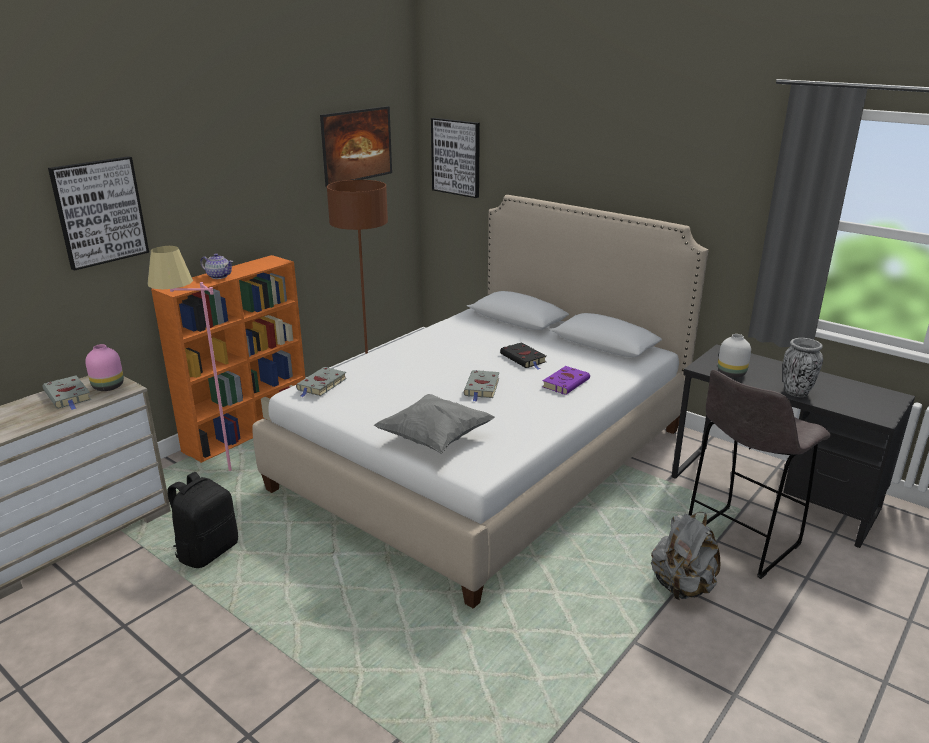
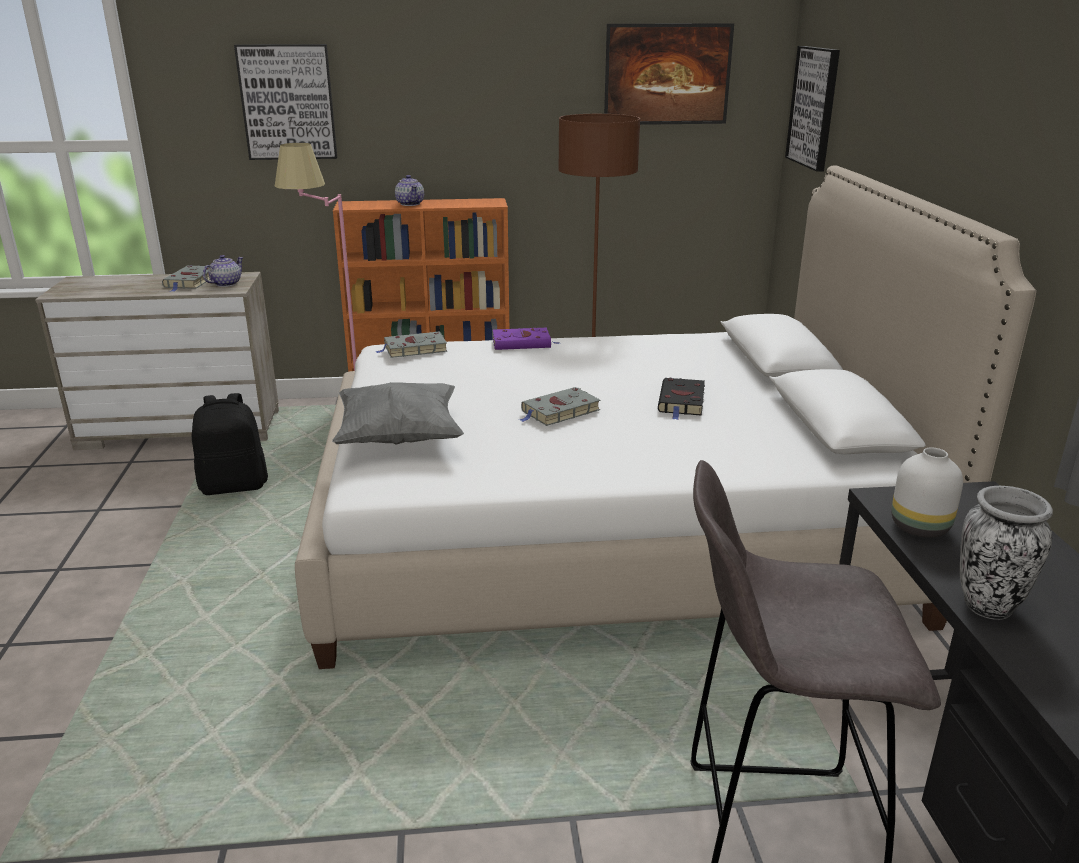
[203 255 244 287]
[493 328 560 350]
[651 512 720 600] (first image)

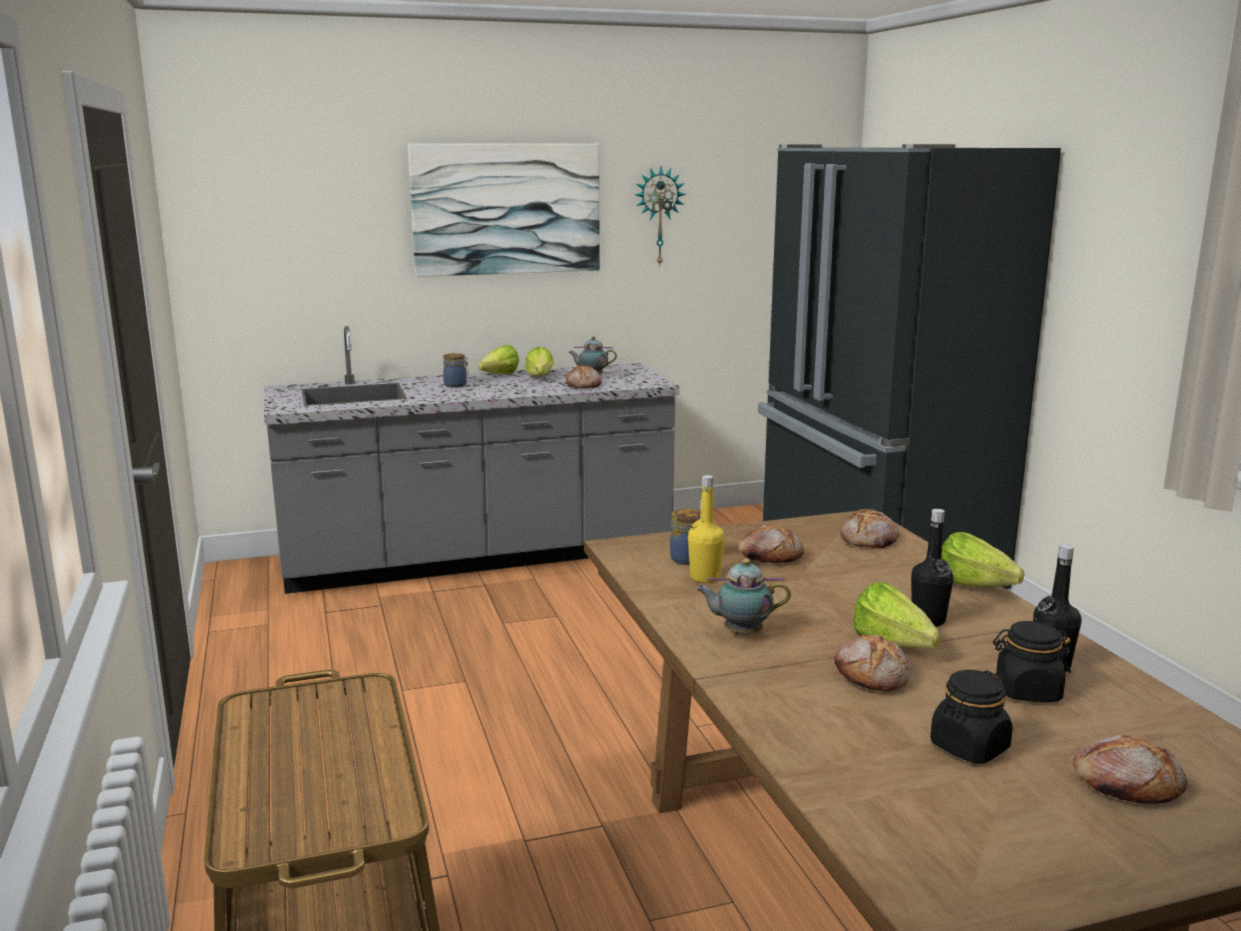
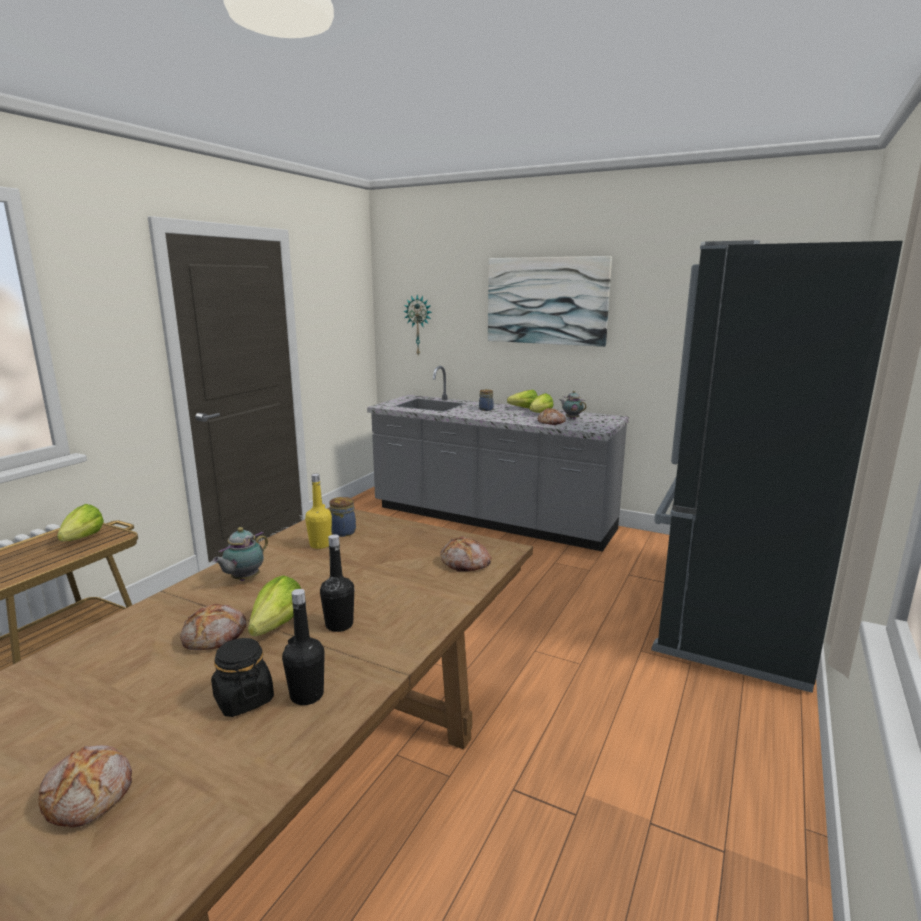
[57 504 104 541]
[212 527 268 581]
[403 295 432 356]
[738 525 804 563] (first image)
[930 670 1013 764] (first image)

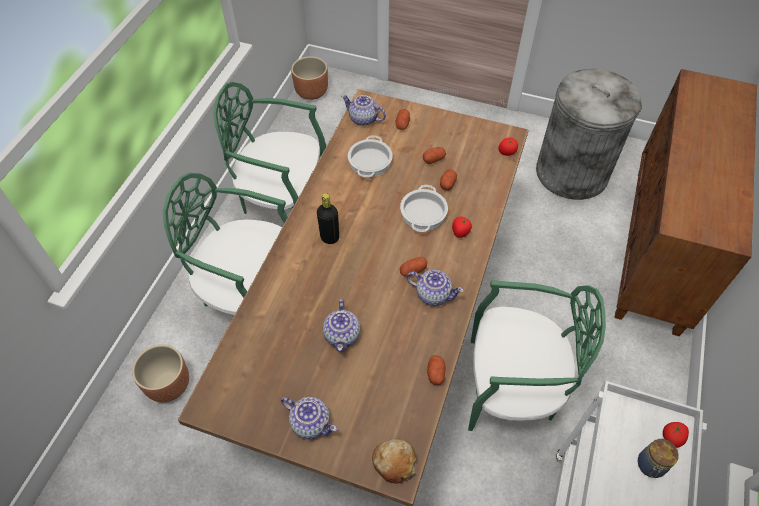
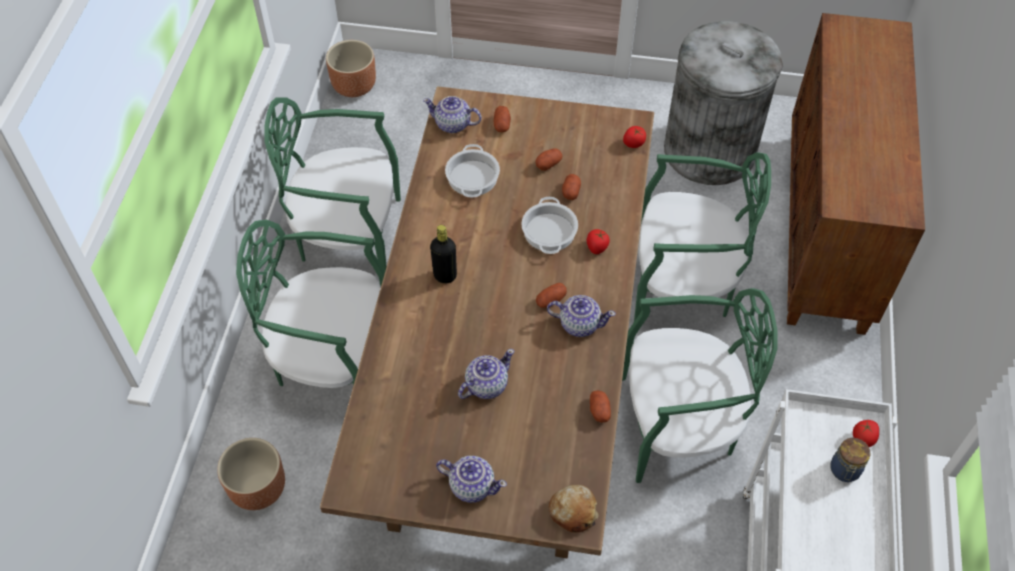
[458 349 514 399]
[634 153 771 321]

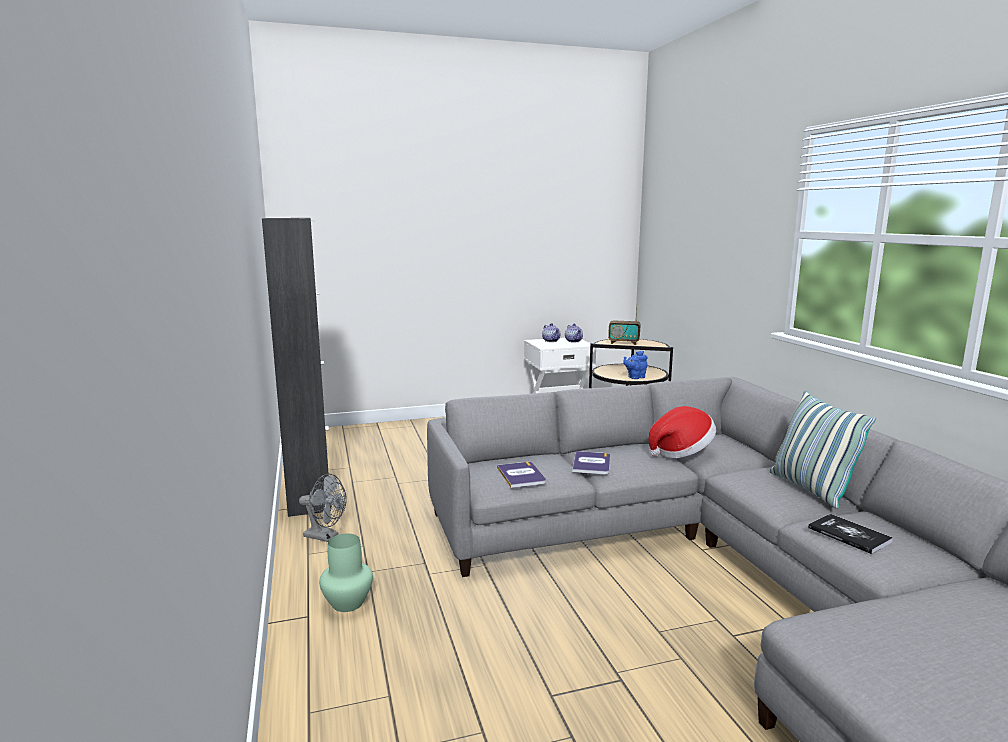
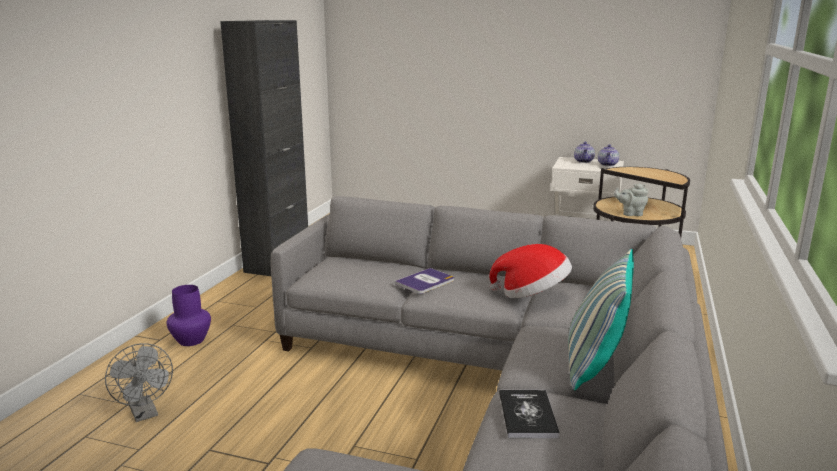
[105 343 173 422]
[167 285 211 346]
[614 184 649 216]
[497 462 546 488] (first image)
[608 304 640 345] (first image)

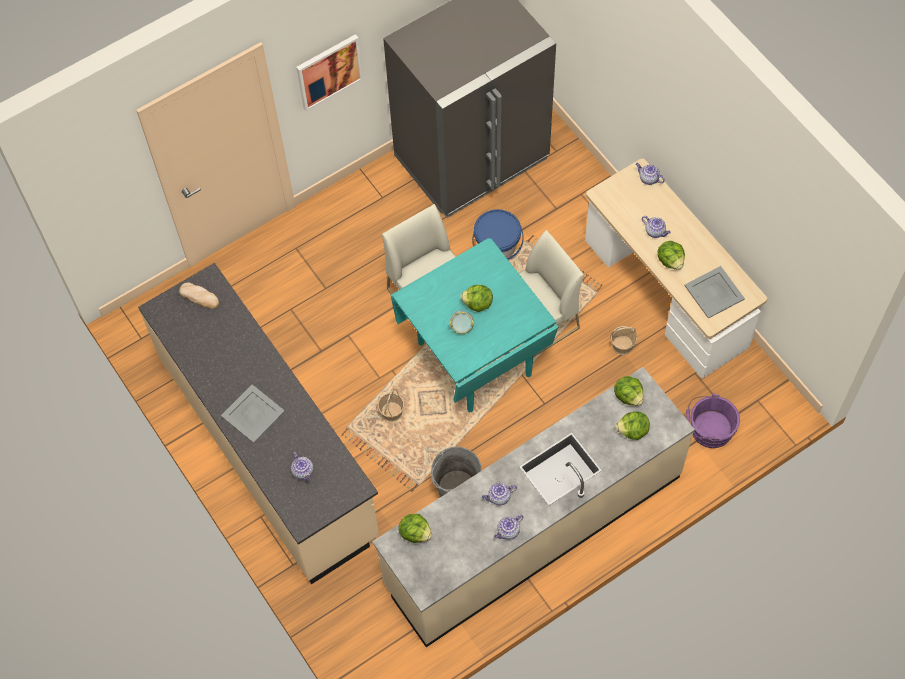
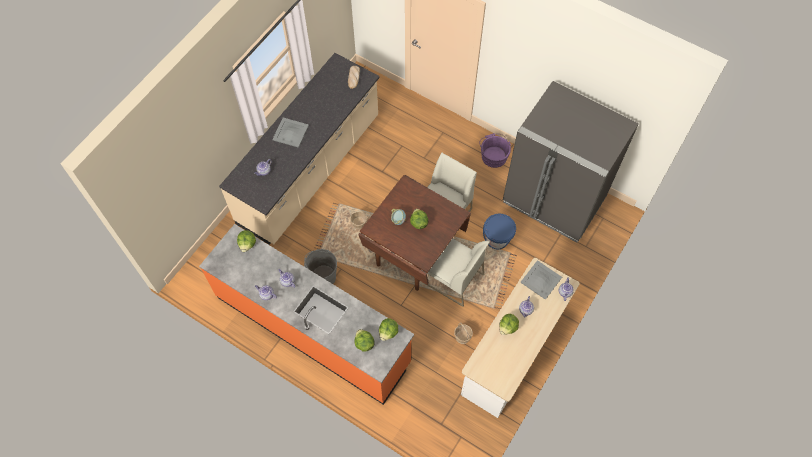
[199 224 414 405]
[358 175 471 291]
[479 133 511 168]
[520 260 562 300]
[296 34 363 111] (first image)

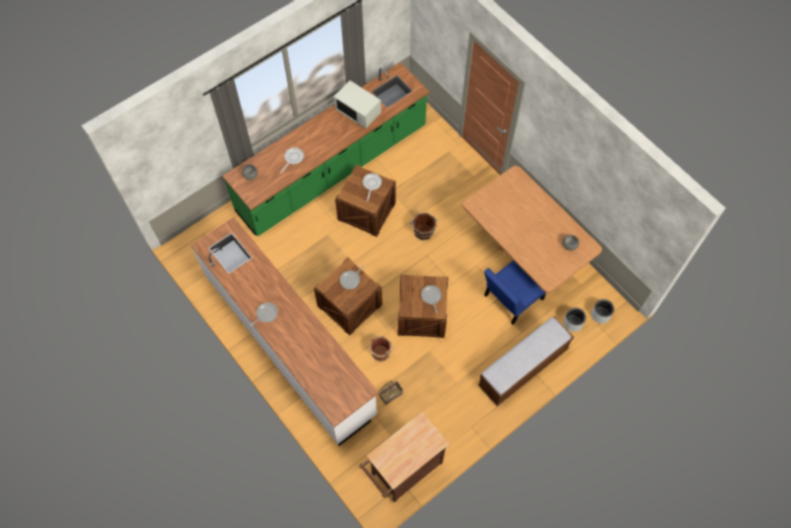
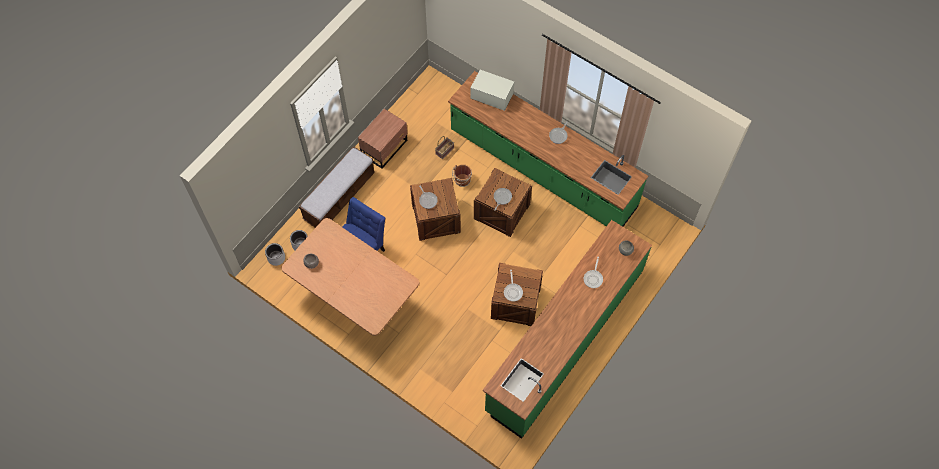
[358 109 408 169]
[448 71 648 226]
[471 70 514 111]
[360 412 449 502] (first image)
[410 213 438 241] (first image)

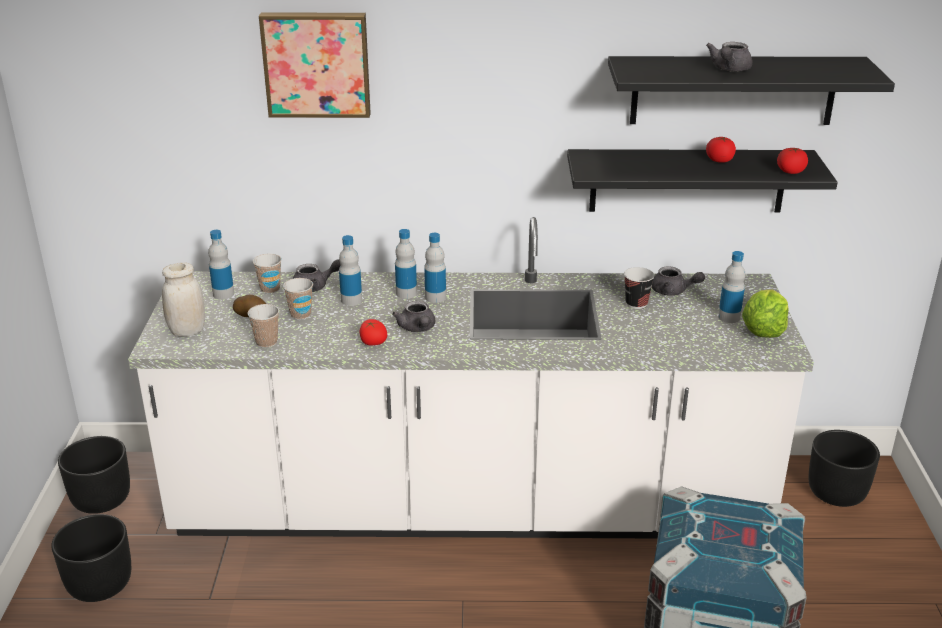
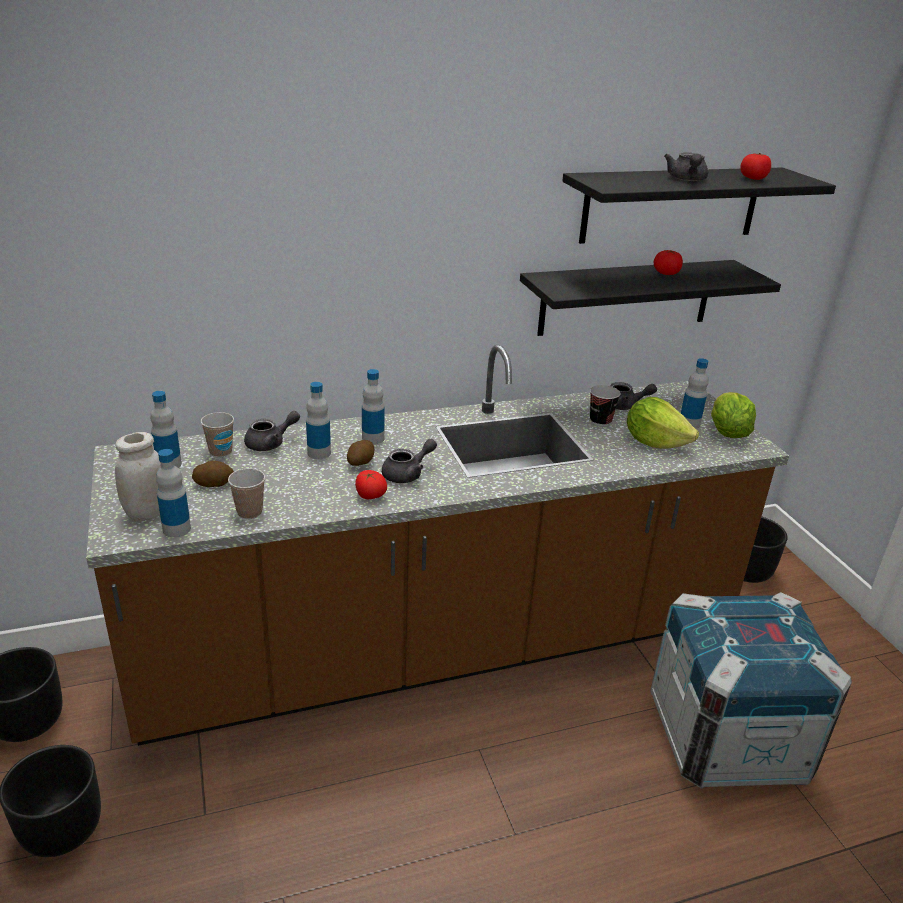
[86 345 789 746]
[156 449 191 538]
[347 440 374 466]
[382 439 437 483]
[627 397 699 449]
[740 153 771 180]
[259 13 371 118] (first image)
[283 278 313 320] (first image)

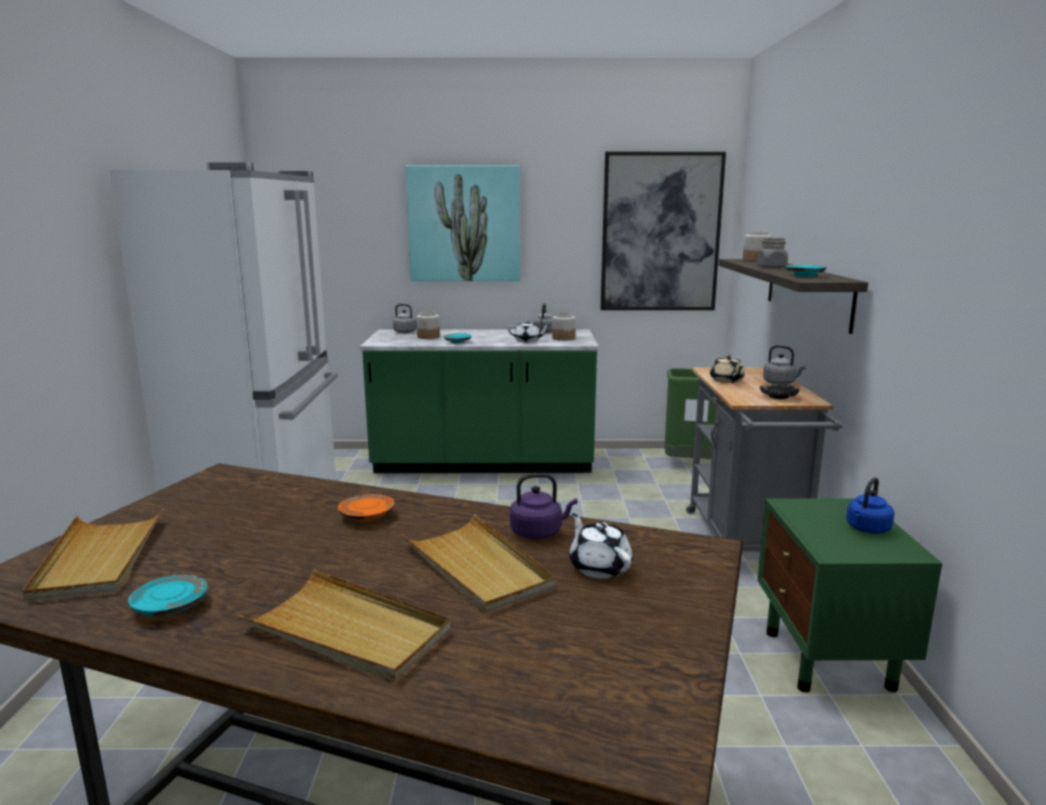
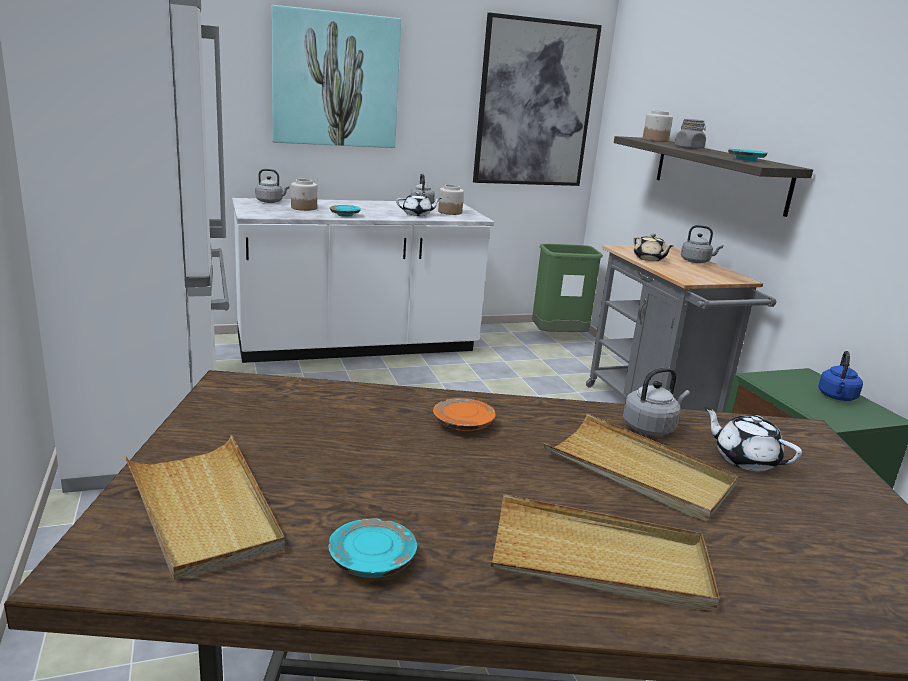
[232 198 494 363]
[623 367 690 436]
[760 384 799 399] (first image)

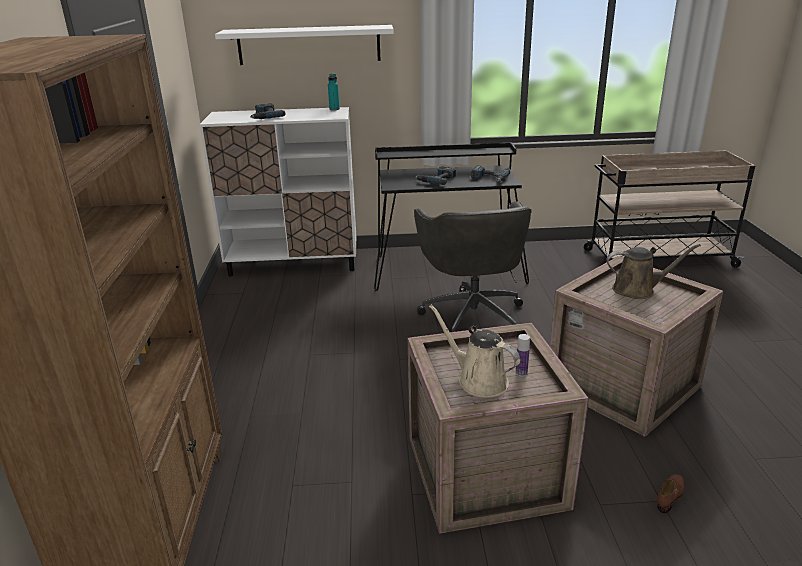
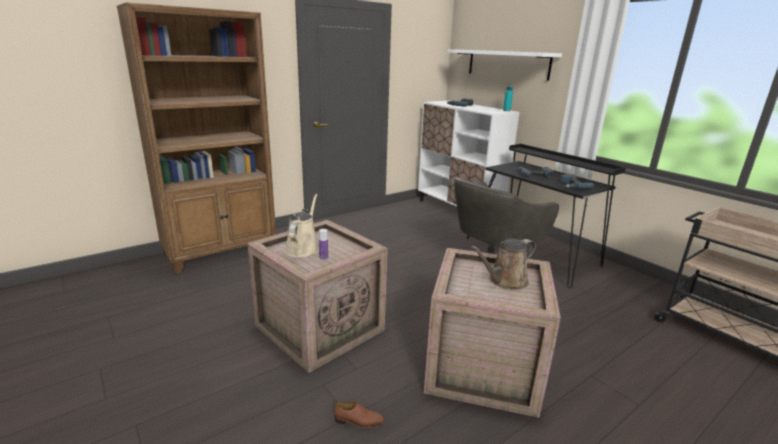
[471 239 536 289]

